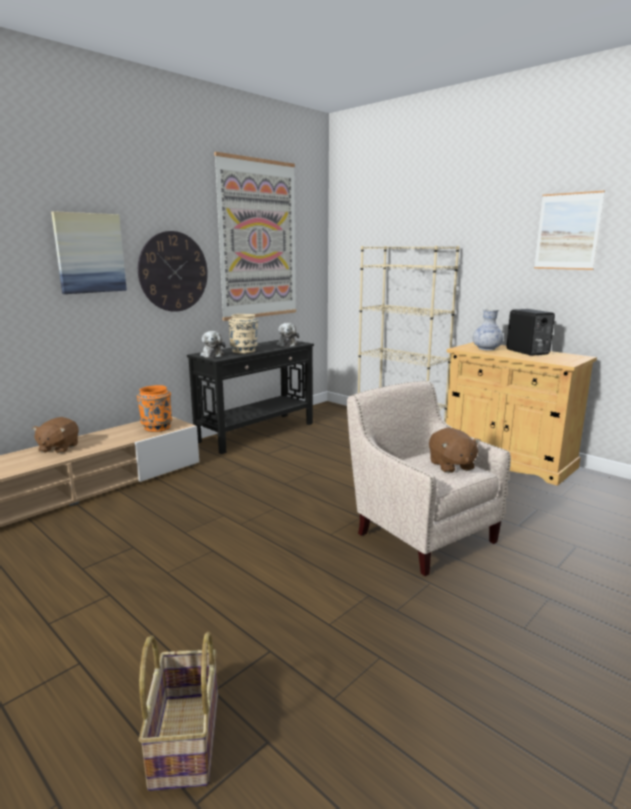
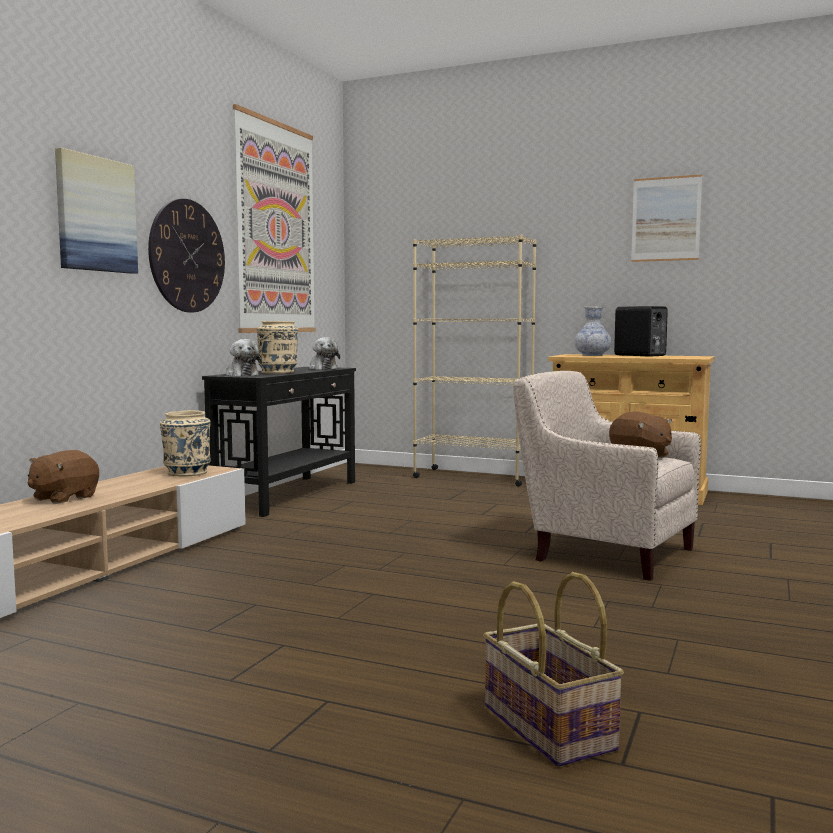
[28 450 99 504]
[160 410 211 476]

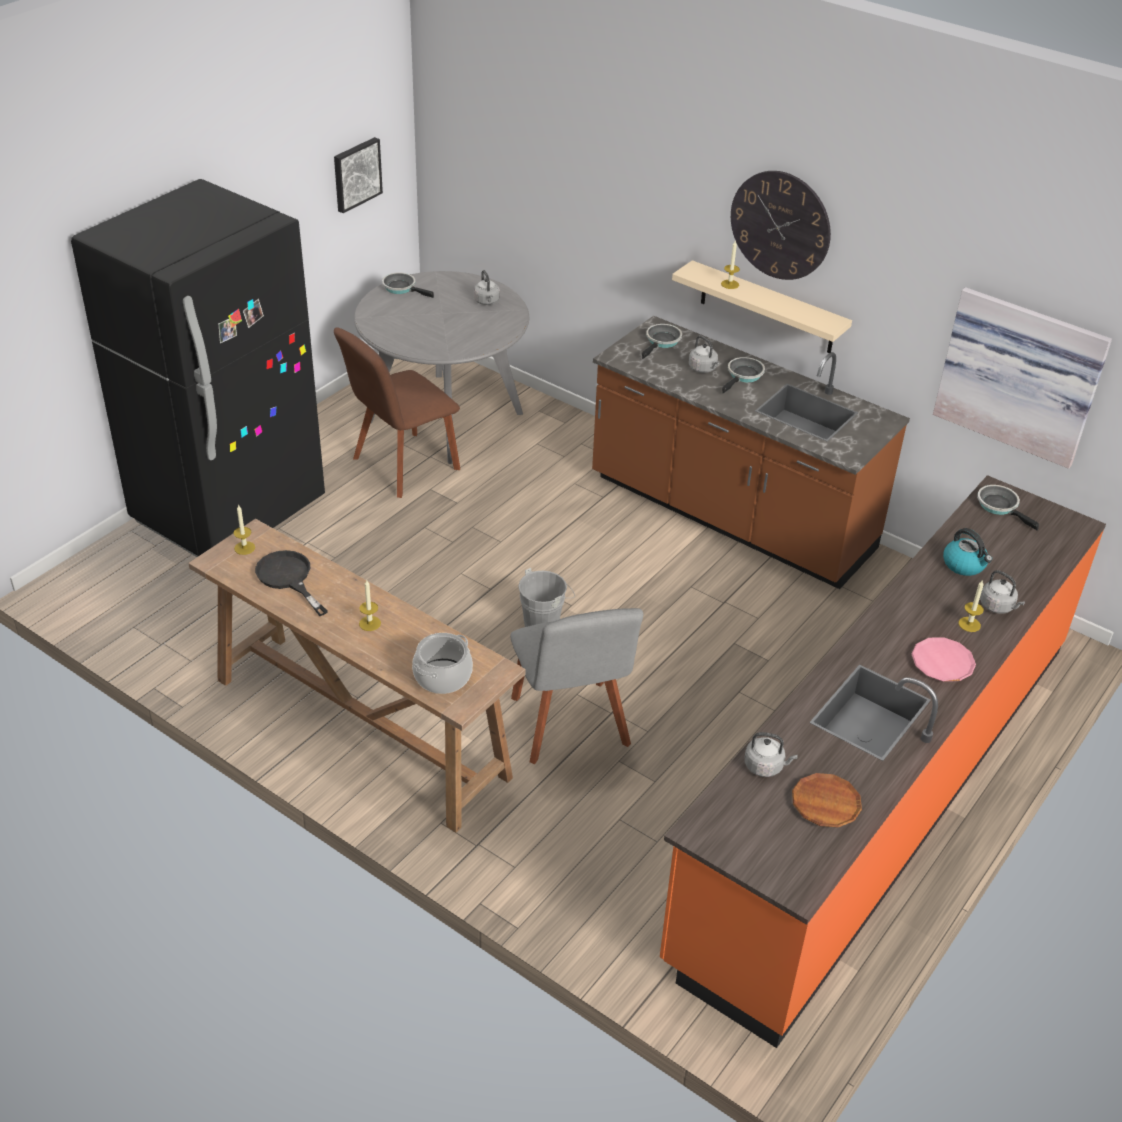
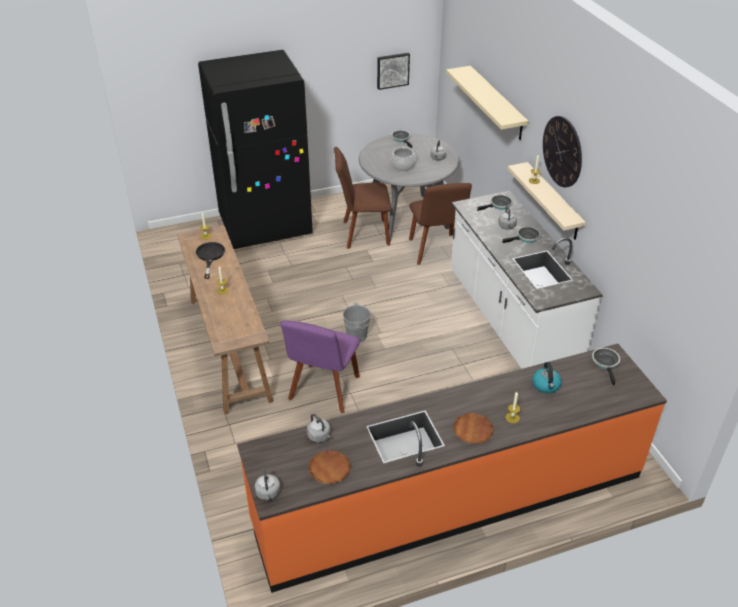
[255 468 280 500]
[280 321 360 413]
[390 147 417 171]
[409 183 472 265]
[446 66 528 140]
[451 191 602 369]
[453 413 494 444]
[933 287 1112 469] (first image)

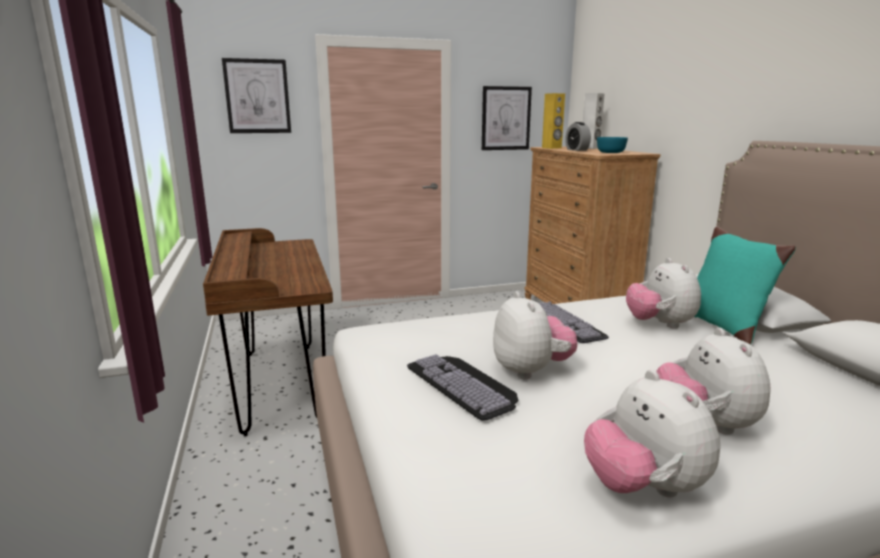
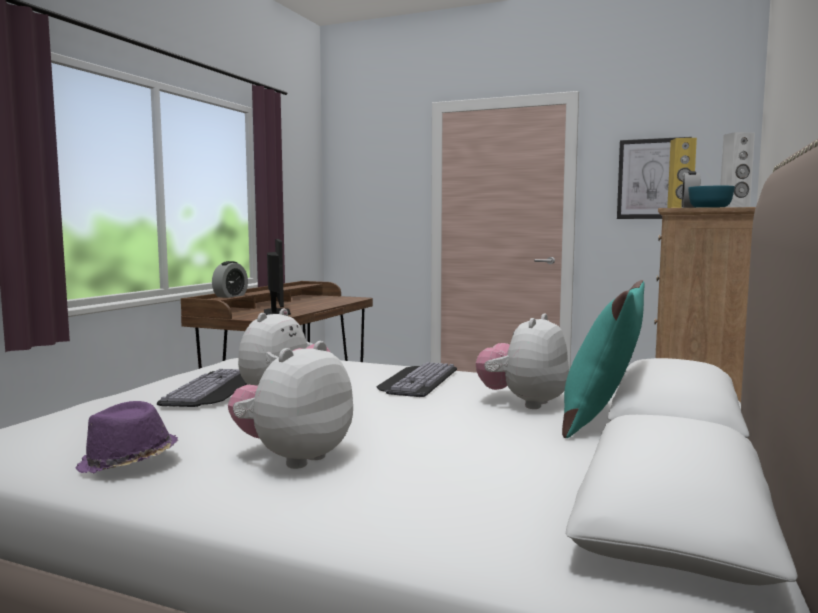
[75 401 178 474]
[212 261 248 298]
[264 239 291 315]
[222 58 291 133] (first image)

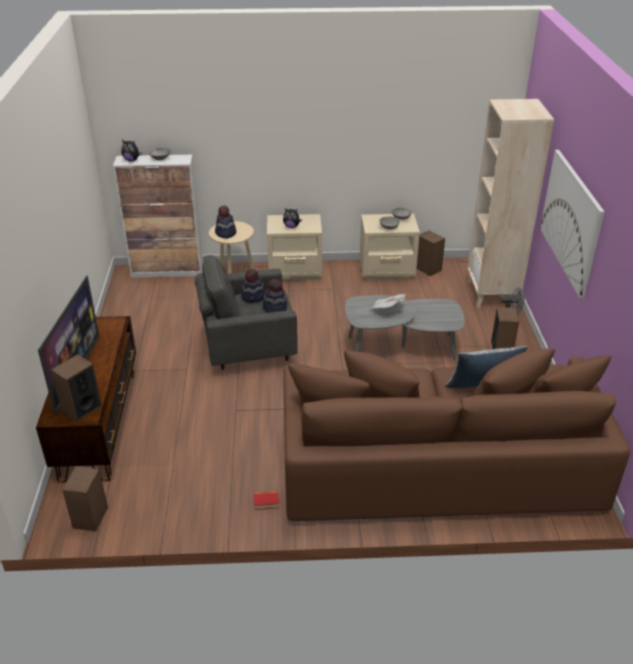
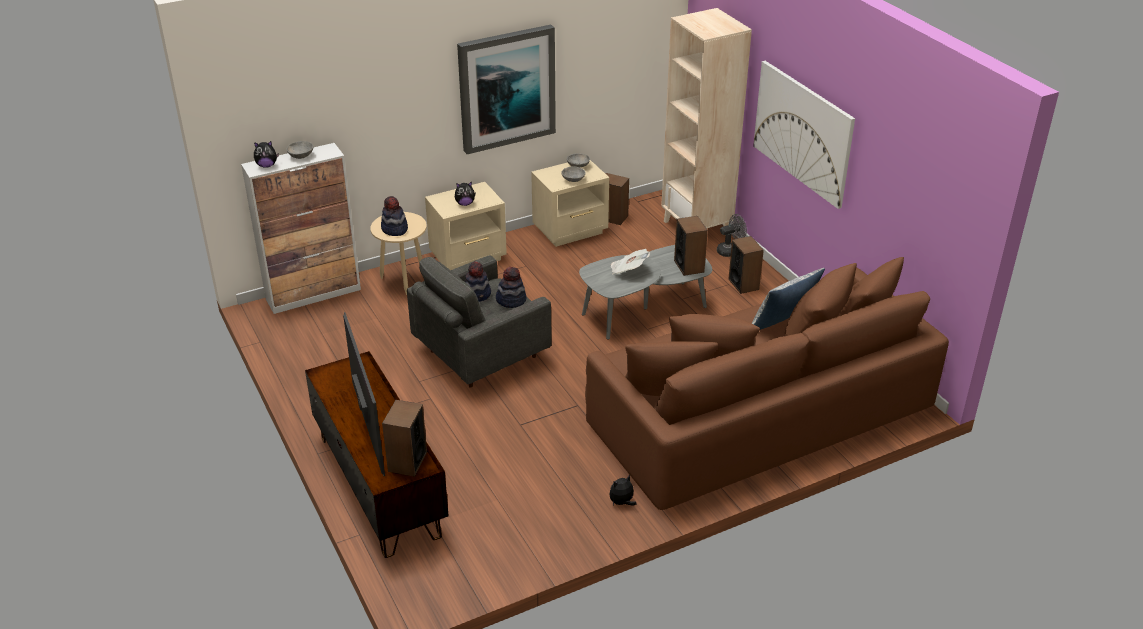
[457 25 556 154]
[609 475 636 506]
[674 216 708 276]

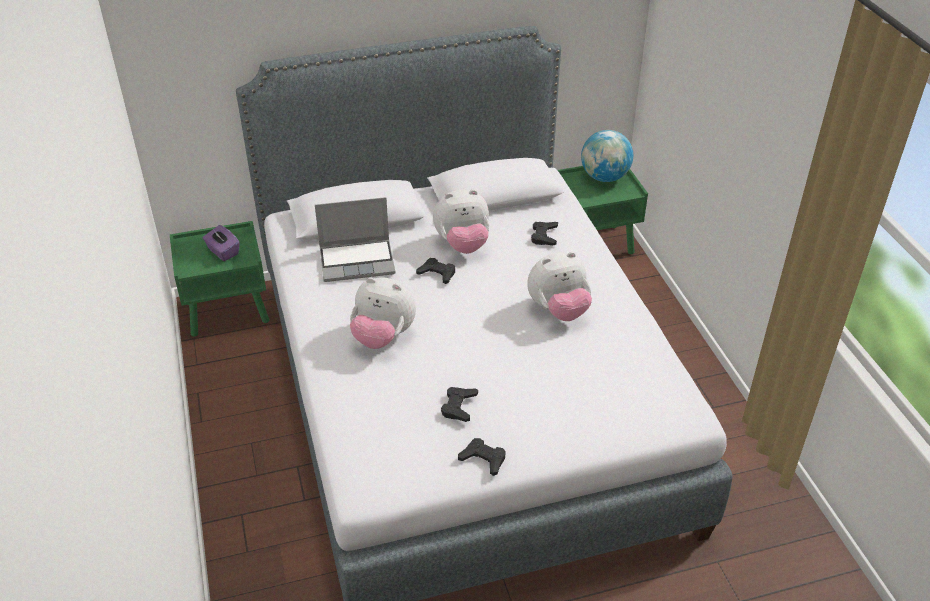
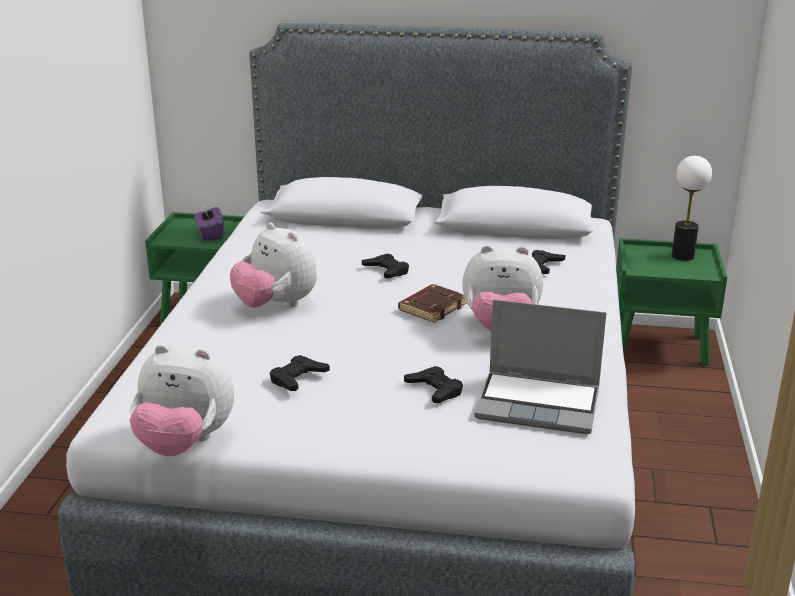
[129 344 234 456]
[398 284 467 323]
[404 366 463 403]
[475 299 606 434]
[672 156 712 261]

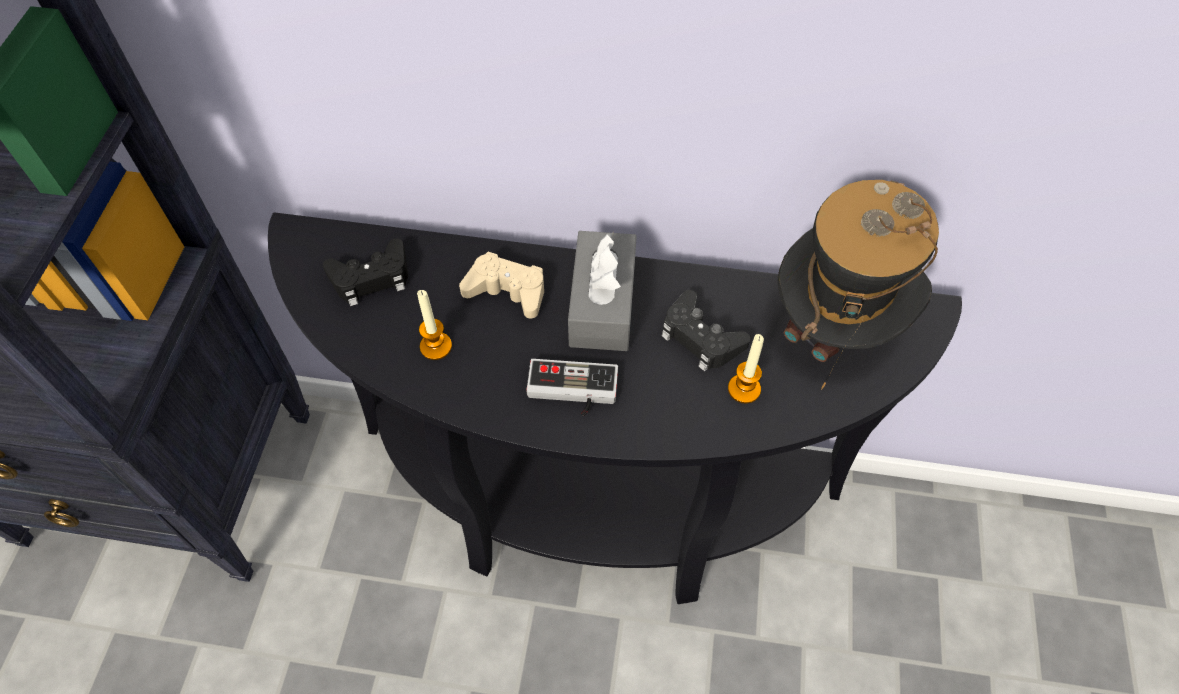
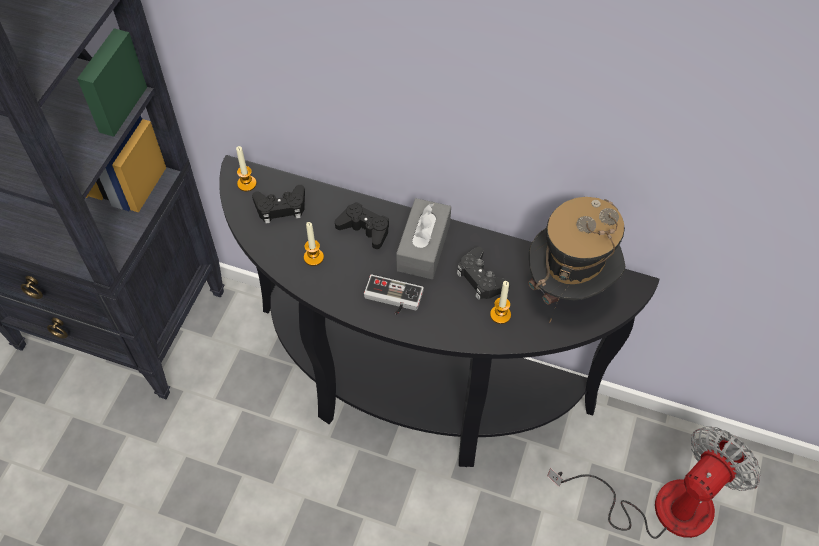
[236 146 257 191]
[335 202 389 249]
[547 426 761 539]

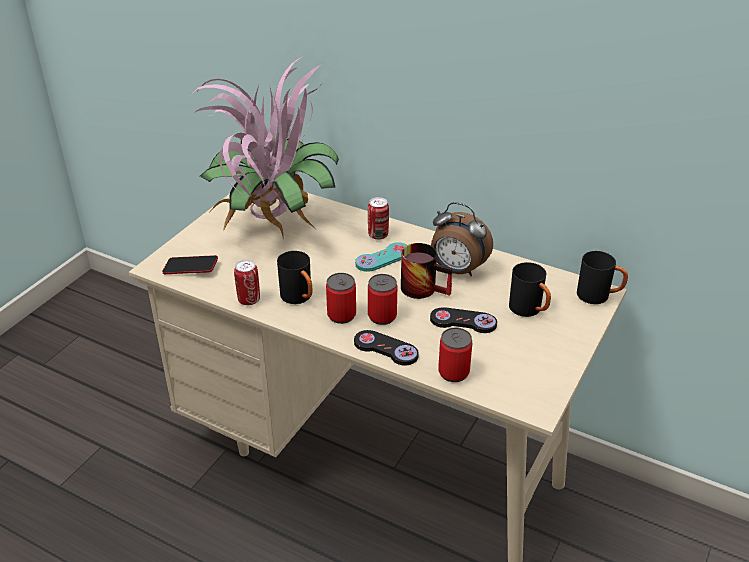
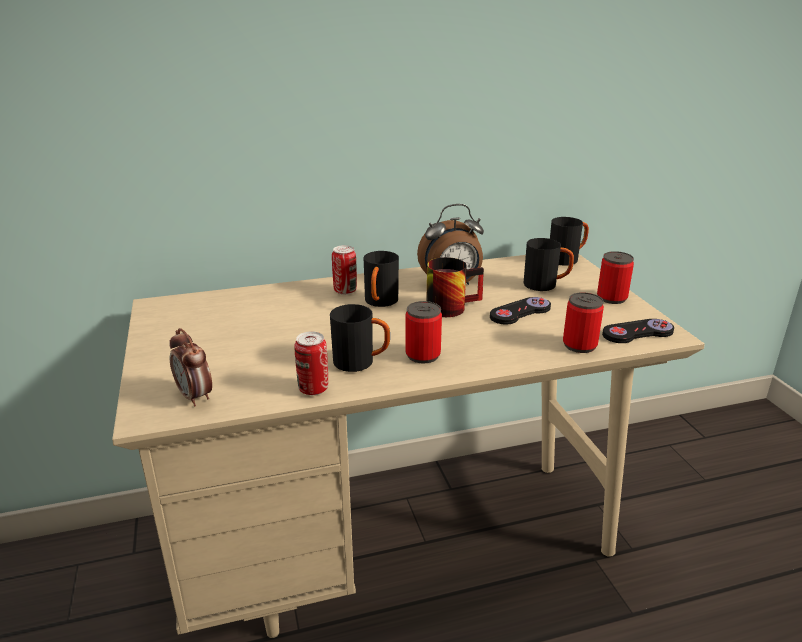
[169 328 212 407]
[364 251 399 307]
[597 251 634 304]
[602 319 674 343]
[189 56 339 237] (first image)

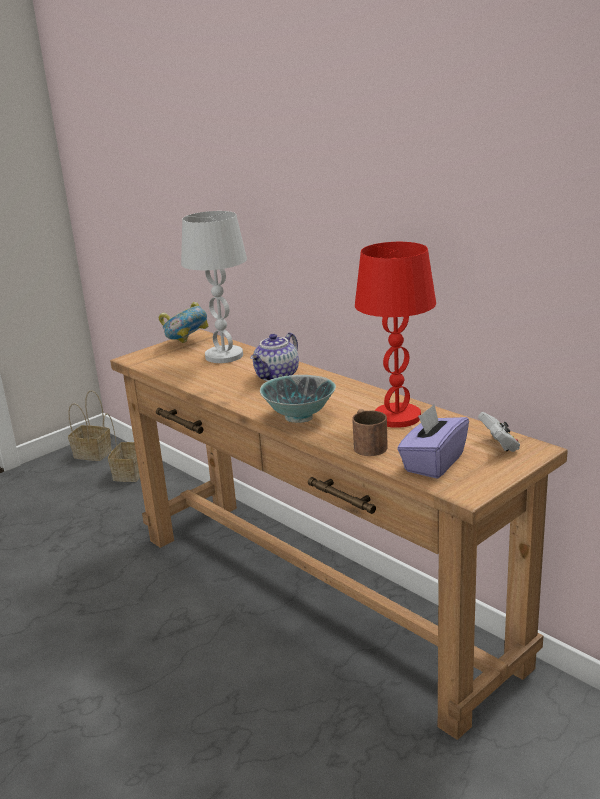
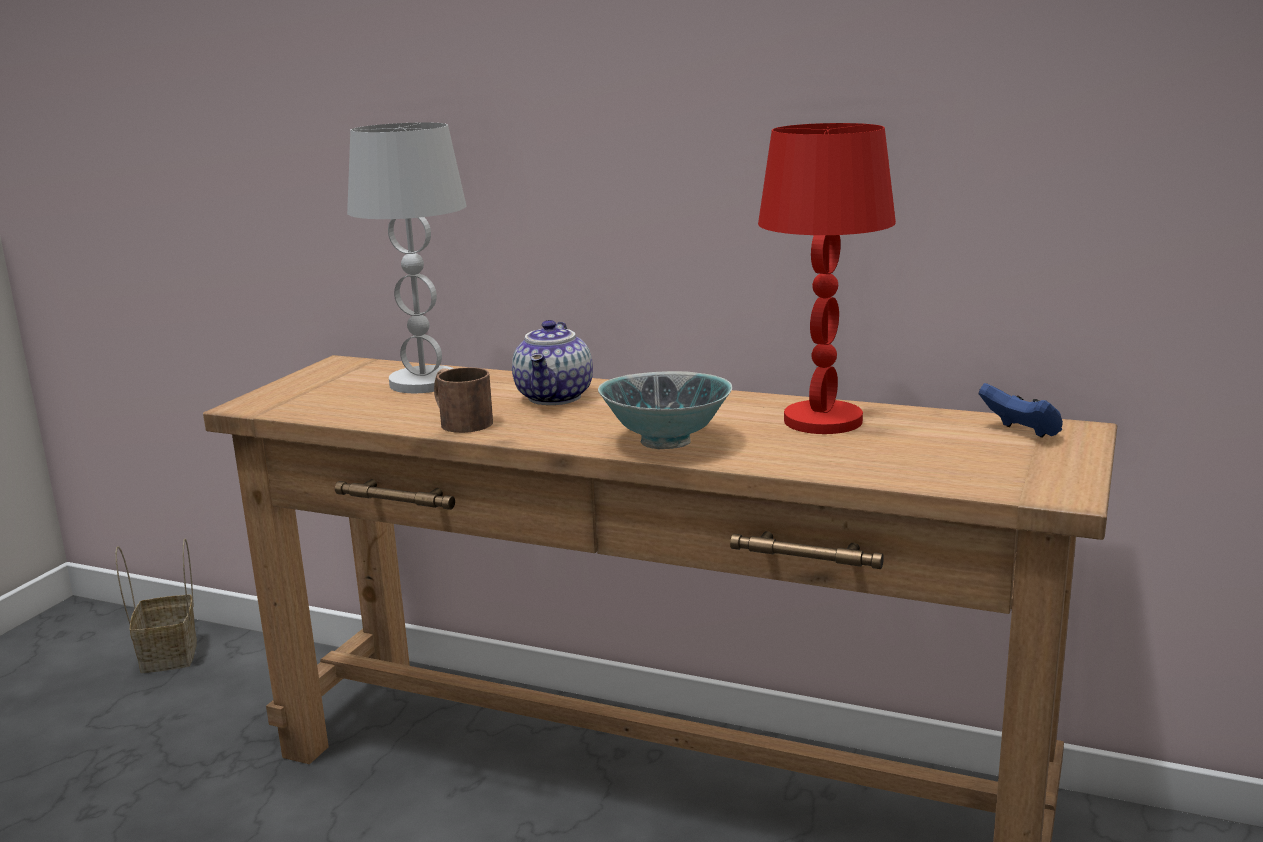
[434 367 493 433]
[979 383 1063 438]
[68 390 112 461] (first image)
[159 302 209 343] (first image)
[397 404 469 479] (first image)

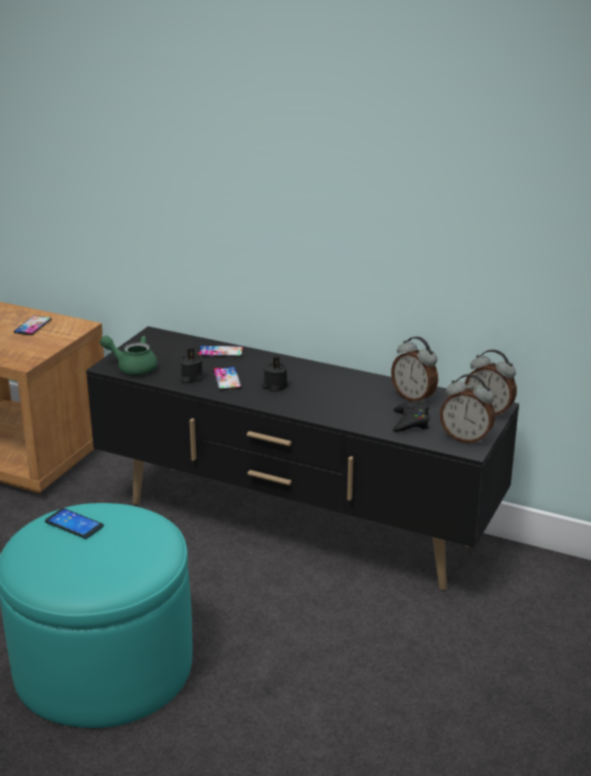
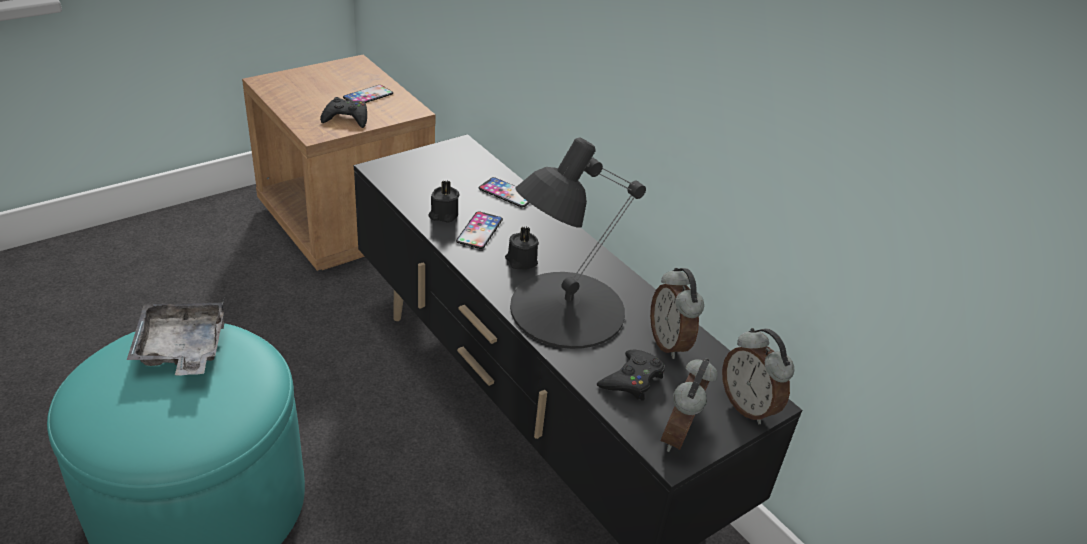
[127 299 224 376]
[320 97 367 128]
[510 137 646 349]
[661 358 718 452]
[100 335 158 375] (first image)

